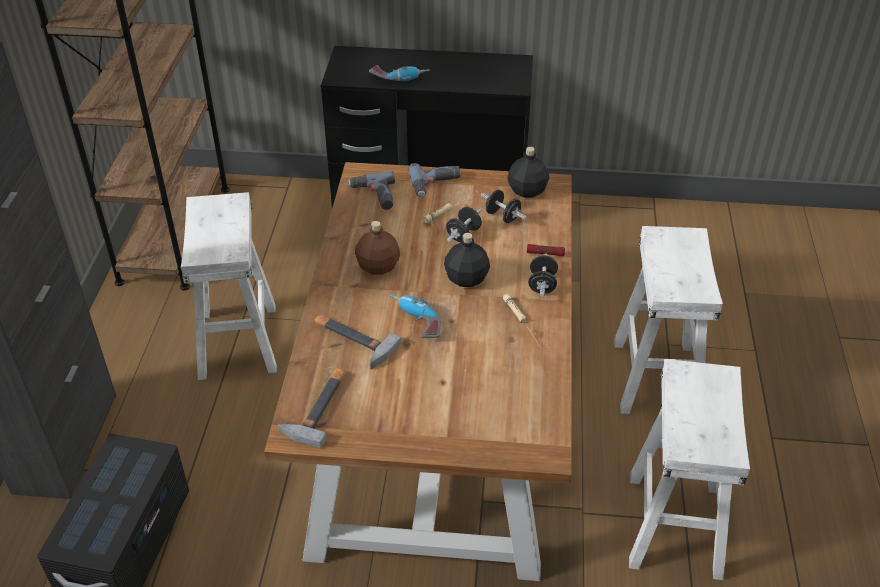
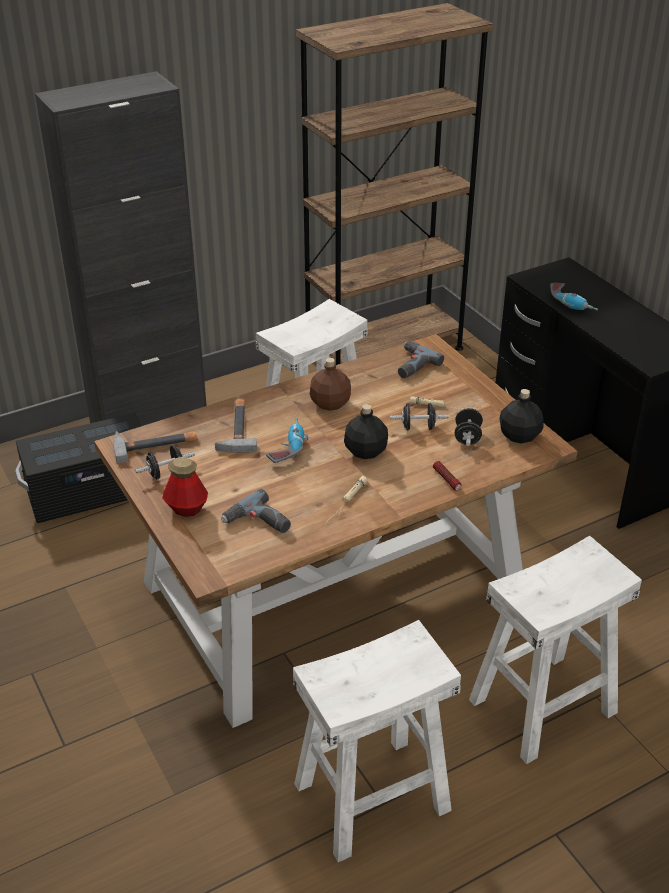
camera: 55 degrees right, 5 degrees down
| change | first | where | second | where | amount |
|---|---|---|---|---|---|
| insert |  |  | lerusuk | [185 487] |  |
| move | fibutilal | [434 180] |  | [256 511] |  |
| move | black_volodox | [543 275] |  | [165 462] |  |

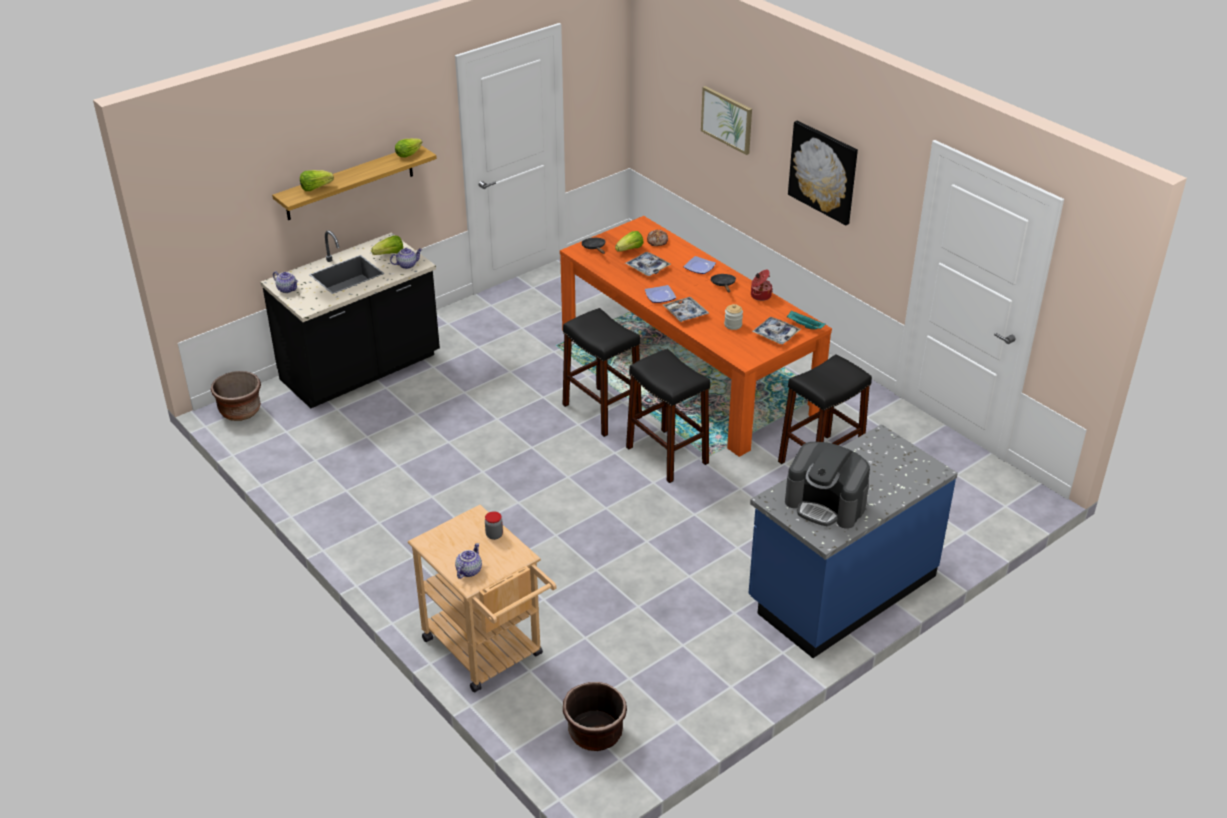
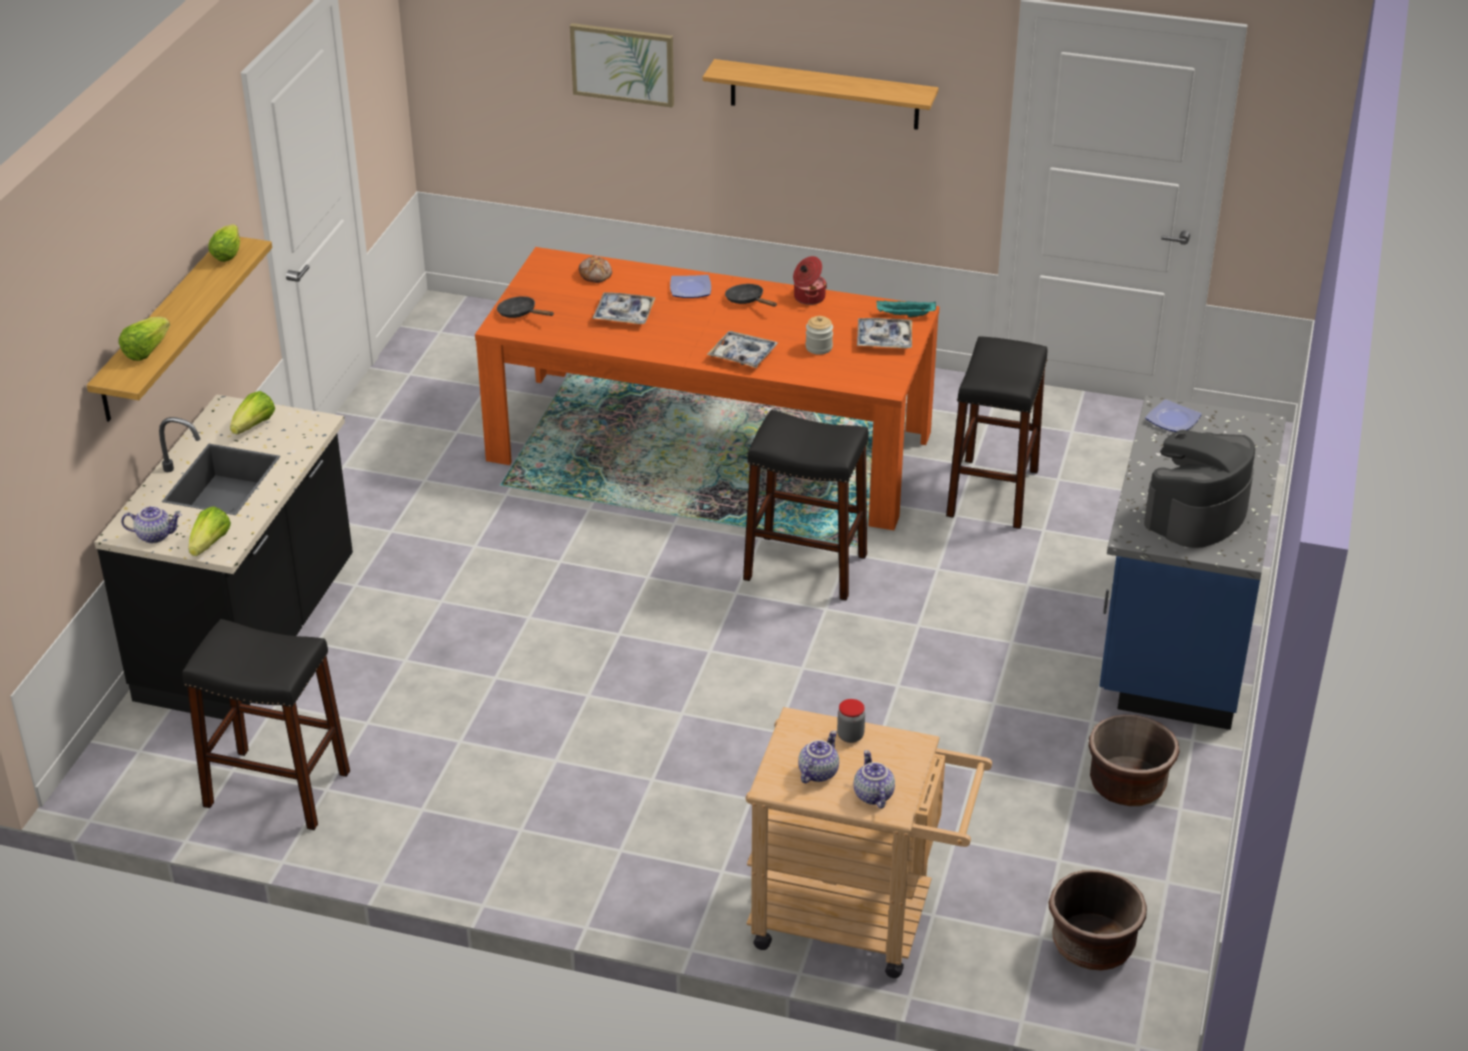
camera: 35 degrees left, 0 degrees up
| change | first | where | second | where | amount |
|---|---|---|---|---|---|
| move | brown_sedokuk | [236 396] |  | [1134 760] |  |
| move | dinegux | [406 258] |  | [818 757] |  |
| move | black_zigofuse | [602 372] |  | [266 724] |  |
| move | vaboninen | [629 241] |  | [209 531] |  |
| move | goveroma | [660 294] |  | [1173 415] |  |
| replace | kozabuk | [823 173] | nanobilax | [820 94] |  |
| rotate | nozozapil | [827 485] |  | [1199 489] | 135 degrees clockwise |

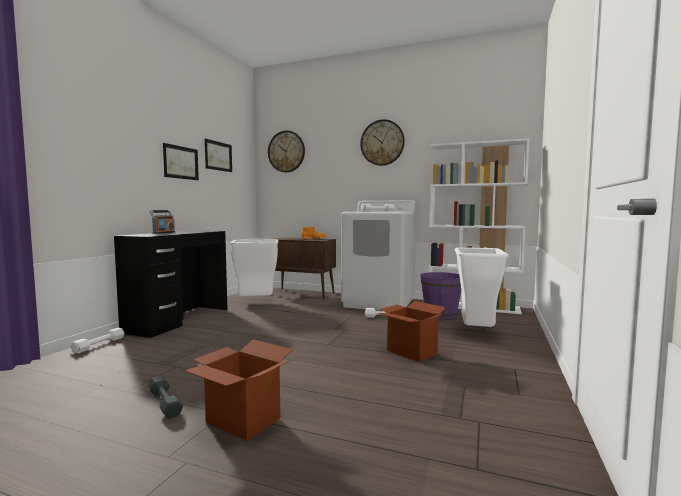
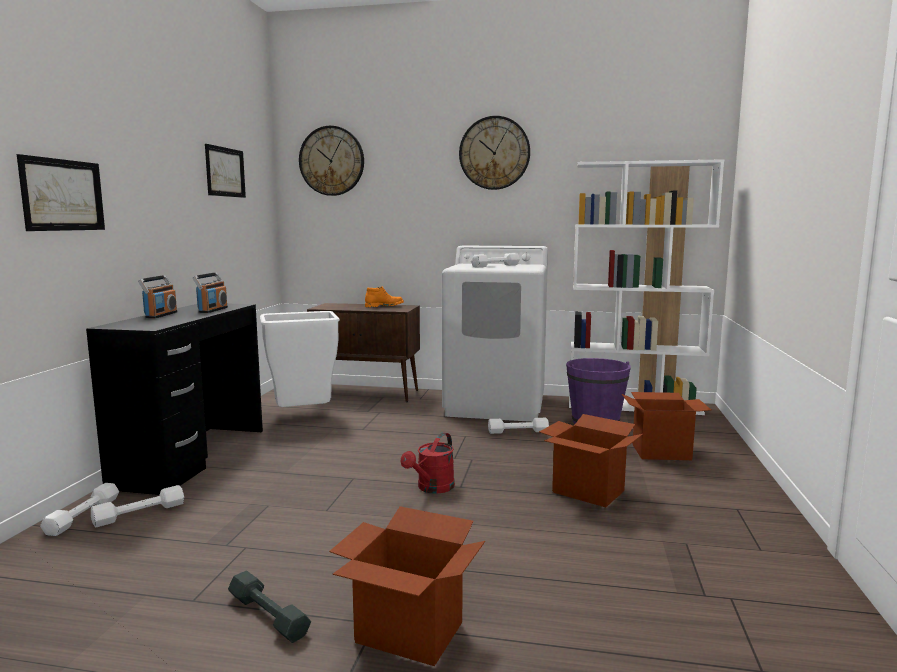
camera: 10 degrees left, 5 degrees up
| change | first | where | second | where | amount |
|---|---|---|---|---|---|
| insert |  |  | white_volodox | [137 506] |  |
| insert |  |  | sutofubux | [210 292] |  |
| insert |  |  | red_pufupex | [428 463] |  |
| move | kozabuk | [181 161] |  | [61 192] |  |
| replace | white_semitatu | [482 287] | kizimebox | [666 426] |  |

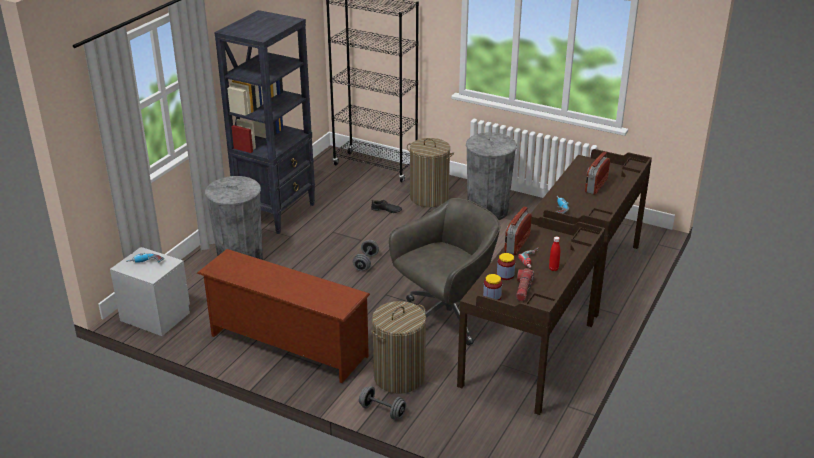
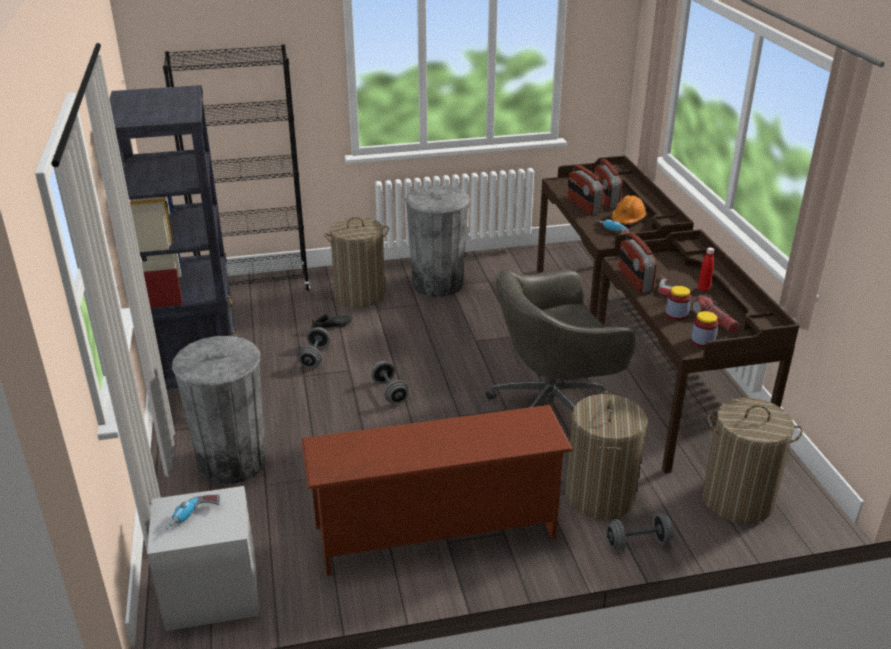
camera: 40 degrees left, 0 degrees up
| change | first | where | second | where | amount |
|---|---|---|---|---|---|
| insert |  |  | grey_volodox | [314 347] |  |
| insert |  |  | sutofubux | [585 190] |  |
| insert |  |  | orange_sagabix | [629 209] |  |
| insert |  |  | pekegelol | [752 461] |  |
| rotate | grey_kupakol | [444 271] |  | [560 340] | 120 degrees counterclockwise |

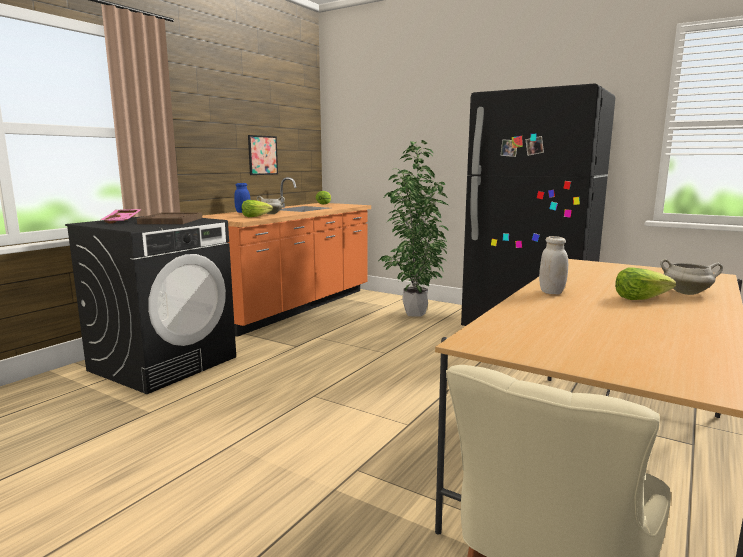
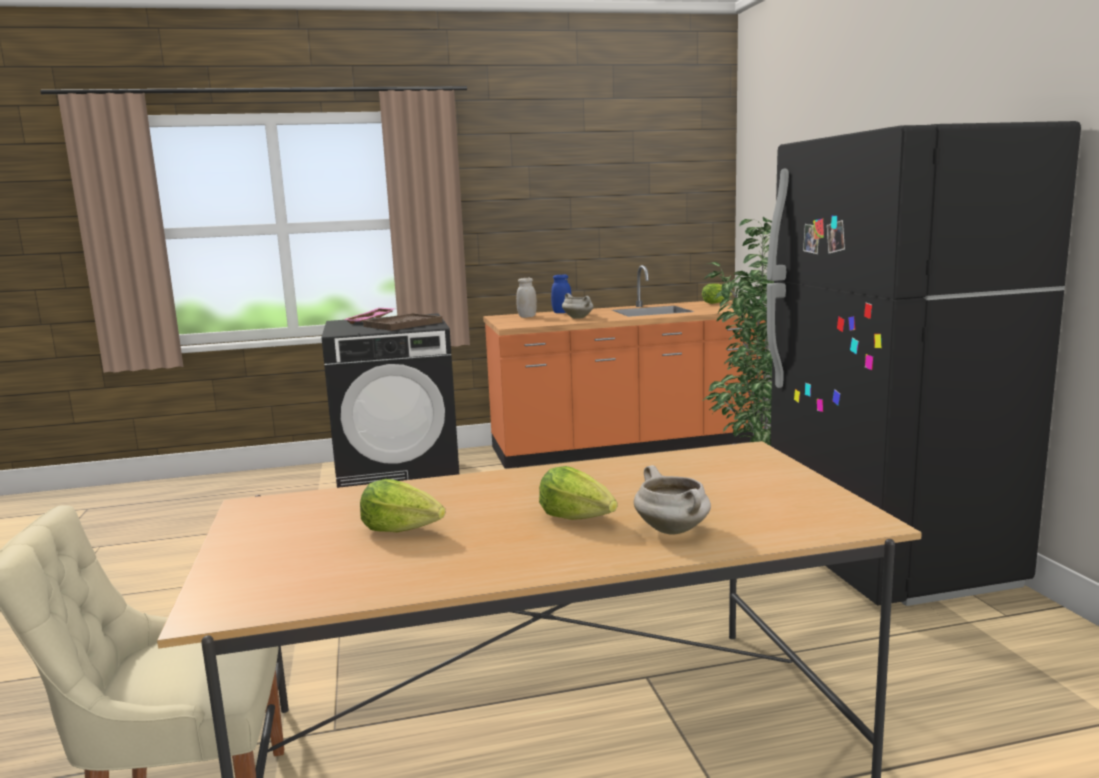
camera: 45 degrees right, 0 degrees up
| change | first | where | second | where | amount |
|---|---|---|---|---|---|
| delete | kozabuk | [263 155] |  |  |  |
| move | vaboninen | [257 208] |  | [402 505] |  |
| move | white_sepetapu | [553 265] |  | [526 298] |  |

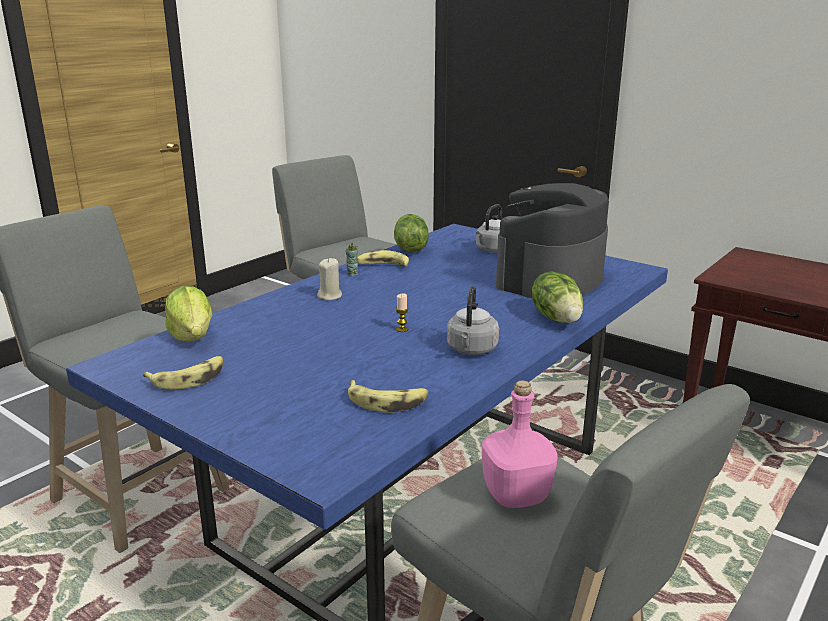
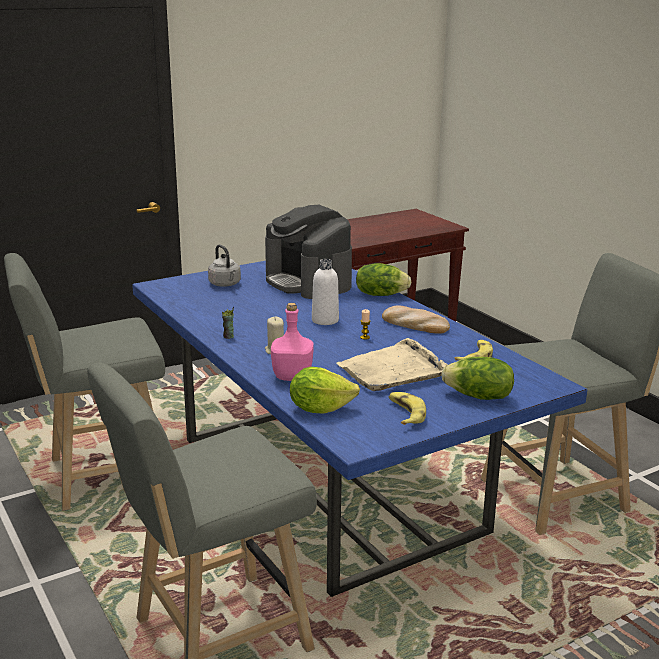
camera: 70 degrees left, 0 degrees up
| change | first | where | second | where | amount |
|---|---|---|---|---|---|
| delete | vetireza | [383 258] |  |  |  |
| insert |  |  | white_lerusuk | [325 292] |  |
| insert |  |  | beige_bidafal | [392 364] |  |
| move | vaboninen | [411 233] |  | [477 378] |  |
| move | pink_lerusuk | [519 444] |  | [292 342] |  |
| replace | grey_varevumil | [473 320] | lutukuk | [416 320] |  |

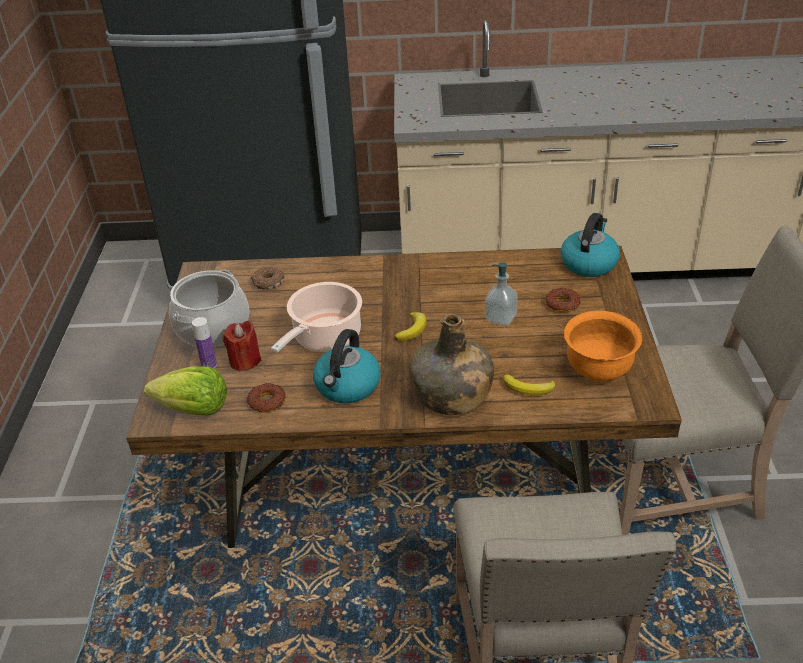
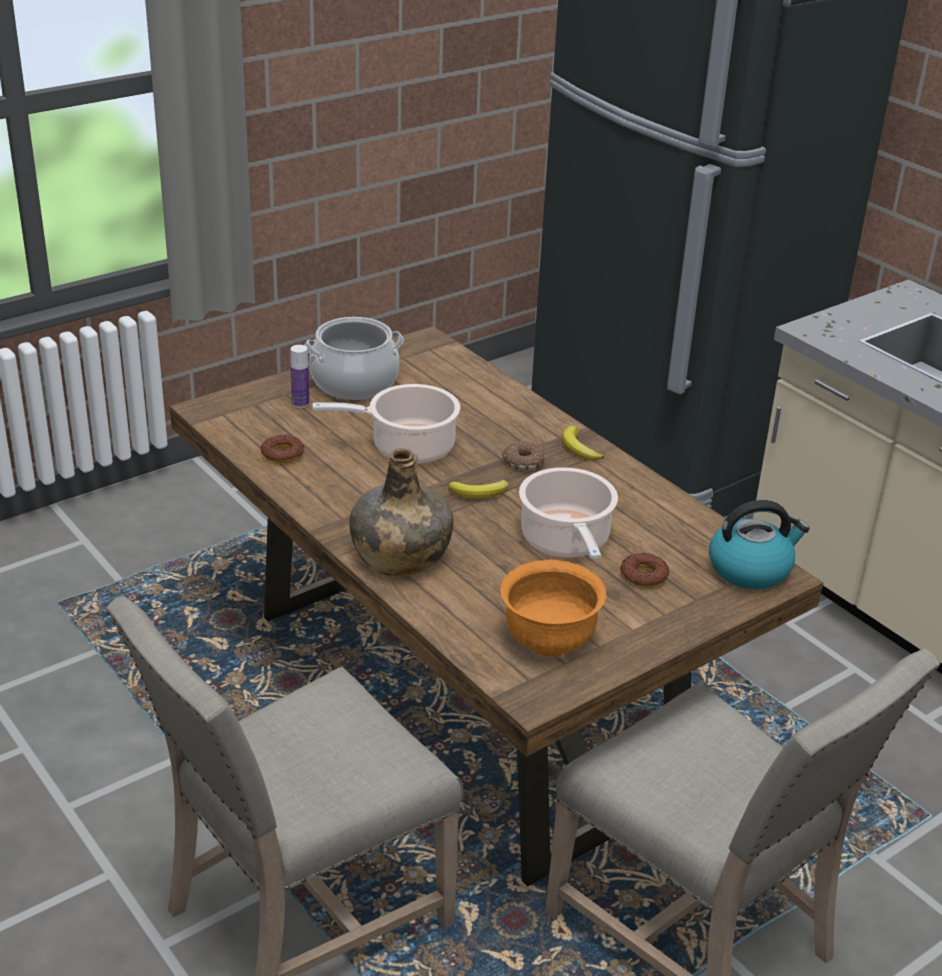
camera: 50 degrees right, 5 degrees down
| change | first | where | second | where | amount |
|---|---|---|---|---|---|
| delete | vaboninen | [185 391] |  |  |  |
| delete | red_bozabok | [242 346] |  |  |  |
| delete | varevumil | [347 366] |  |  |  |
| move | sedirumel | [267 278] |  | [523 456] |  |
| move | vetireza | [529 385] |  | [583 443] |  |
| replace | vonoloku | [501 294] | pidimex | [568 513] |  |

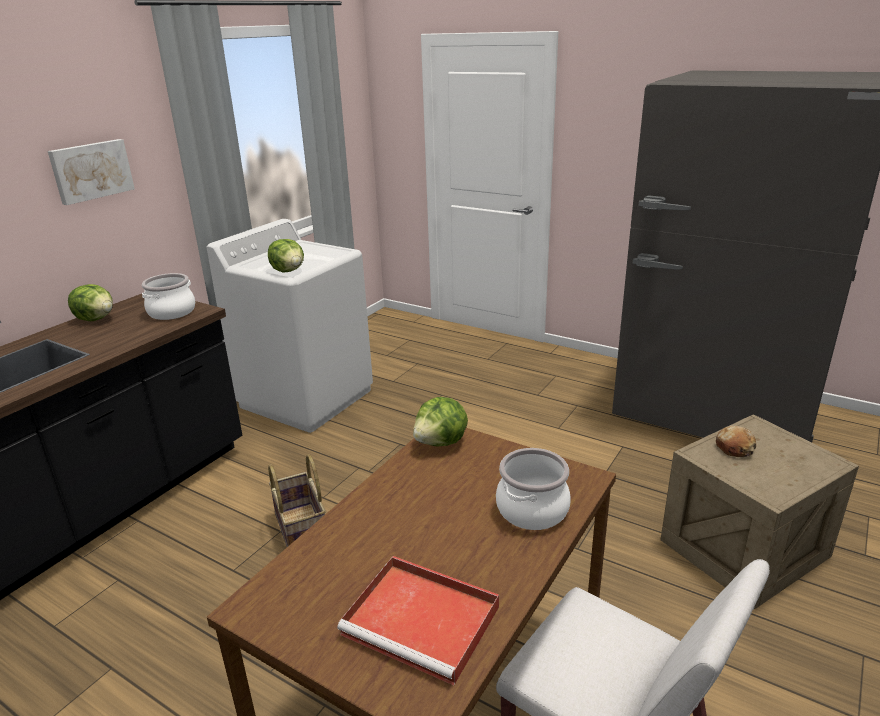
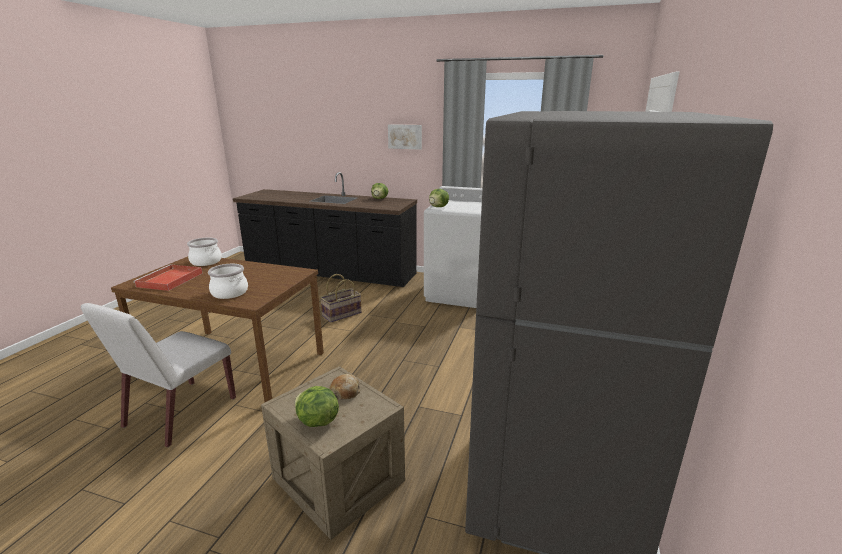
camera: 75 degrees right, 5 degrees down
| change | first | where | second | where | amount |
|---|---|---|---|---|---|
| move | pidimex | [168 296] |  | [204 251] |  |
| move | vaboninen | [440 422] |  | [317 406] |  |

